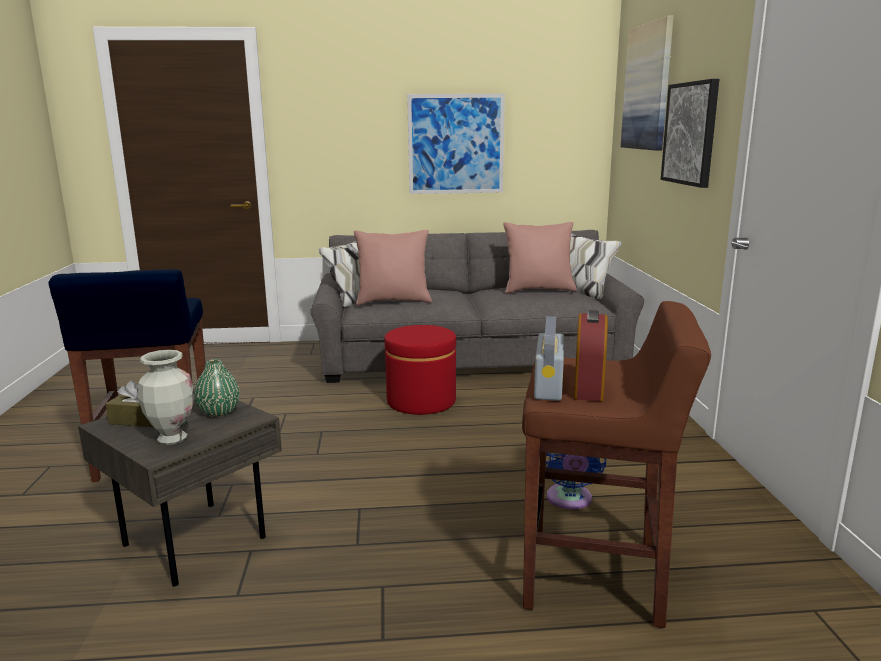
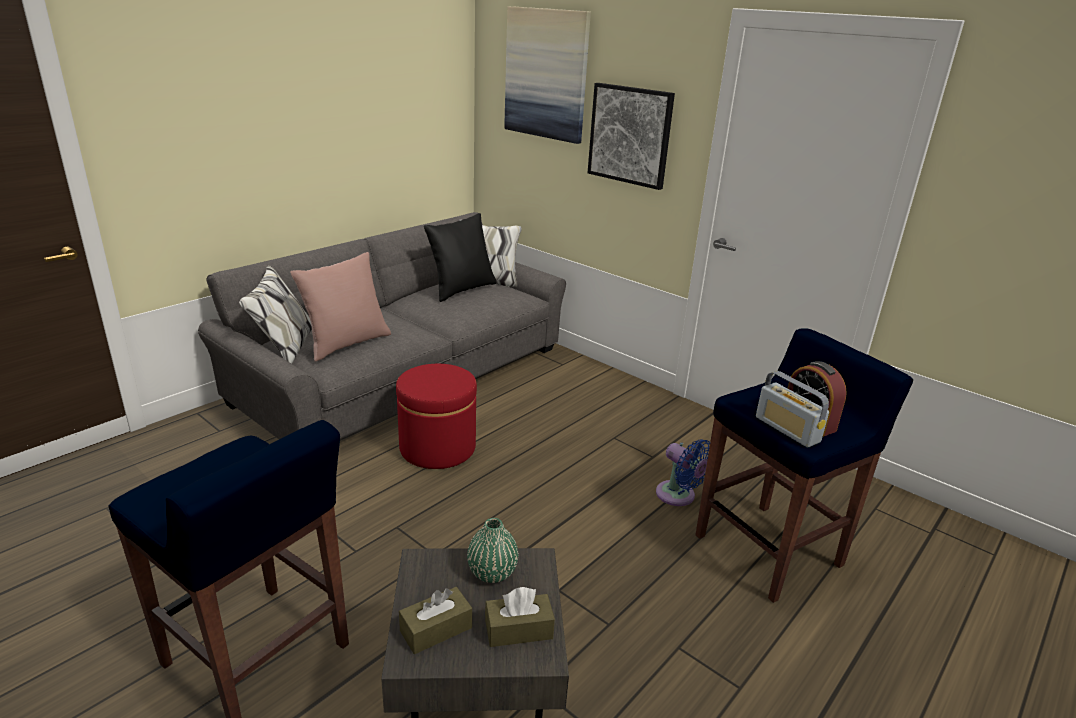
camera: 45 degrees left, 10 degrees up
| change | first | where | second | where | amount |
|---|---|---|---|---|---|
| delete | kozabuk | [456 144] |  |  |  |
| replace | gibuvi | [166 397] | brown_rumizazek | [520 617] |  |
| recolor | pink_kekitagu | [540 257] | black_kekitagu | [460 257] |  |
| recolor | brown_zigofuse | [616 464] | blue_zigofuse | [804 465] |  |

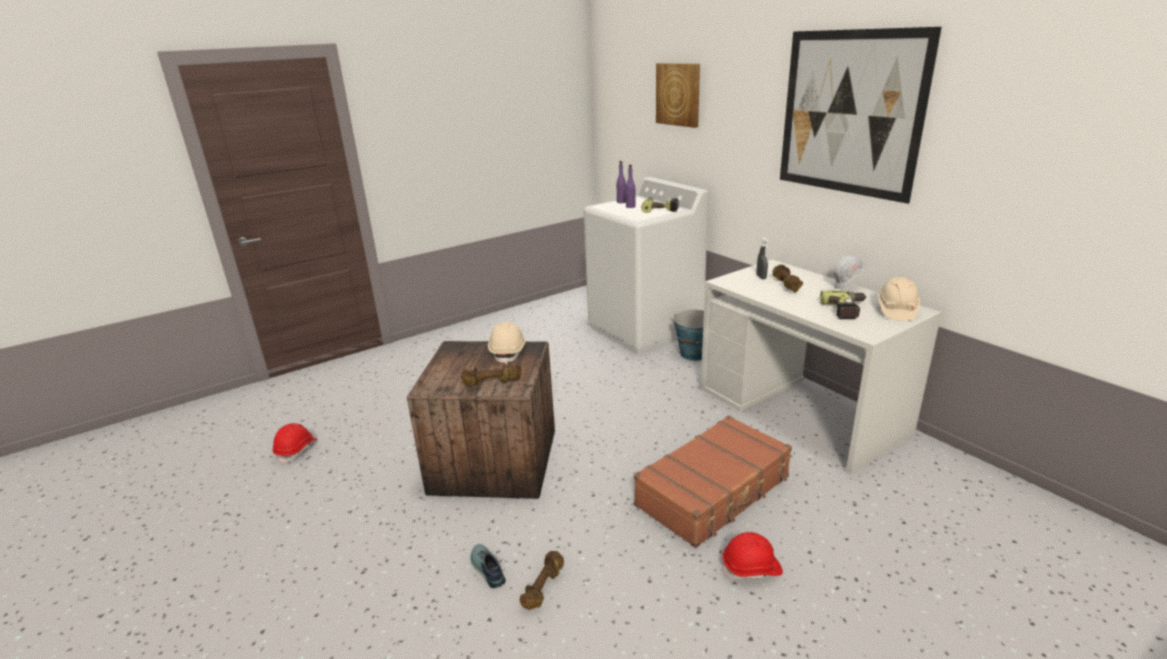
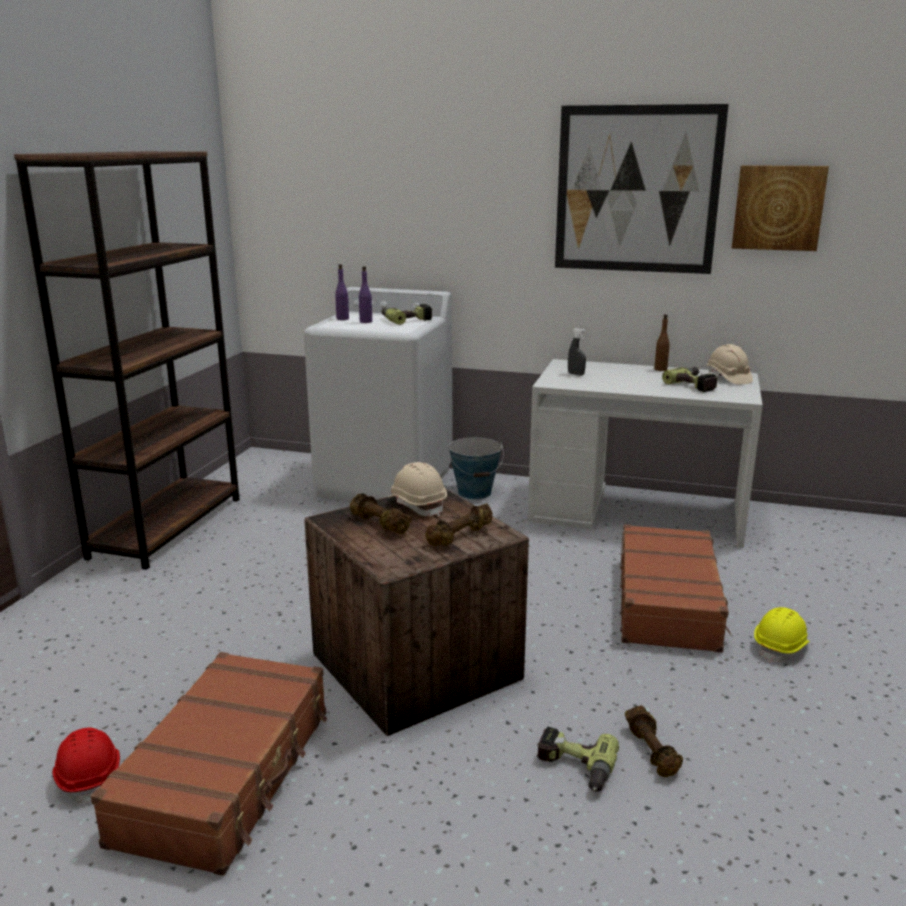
camera: 40 degrees left, 5 degrees down
| change | first | where | second | where | amount |
|---|---|---|---|---|---|
| insert |  |  | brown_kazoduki | [127 360] |  |
| insert |  |  | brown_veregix | [209 764] |  |
| move | kozabuk | [678 95] |  | [780 208] |  |
| move | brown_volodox | [788 278] |  | [381 513] |  |
| replace | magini | [488 566] | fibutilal | [578 759] |  |
| replace | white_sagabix | [850 272] | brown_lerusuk | [662 342] |  |
| recolor | red_sagabix | [752 555] | yellow_sagabix | [782 635] |  |

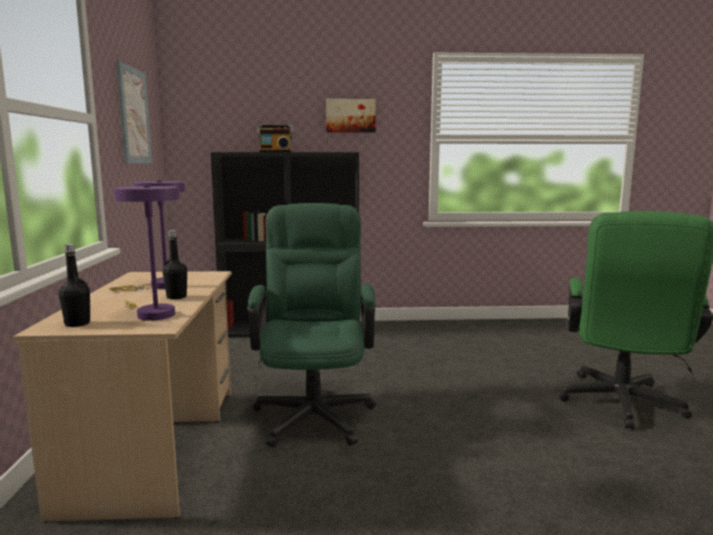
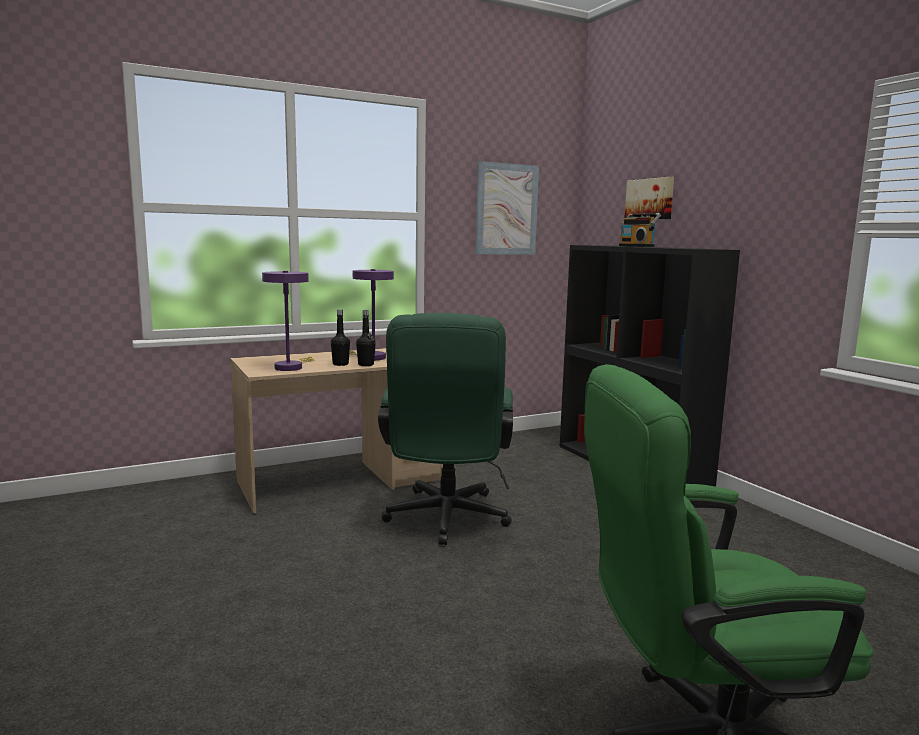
camera: 65 degrees right, 0 degrees up
| change | first | where | second | where | amount |
|---|---|---|---|---|---|
| move | black_lerusuk | [74 285] |  | [366 338] |  |
| move | kozabuk | [351 116] |  | [649 198] |  |
| rotate | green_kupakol | [312 325] |  | [445 429] | 120 degrees clockwise |

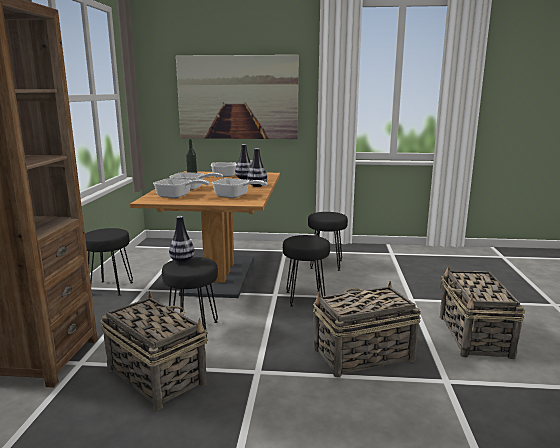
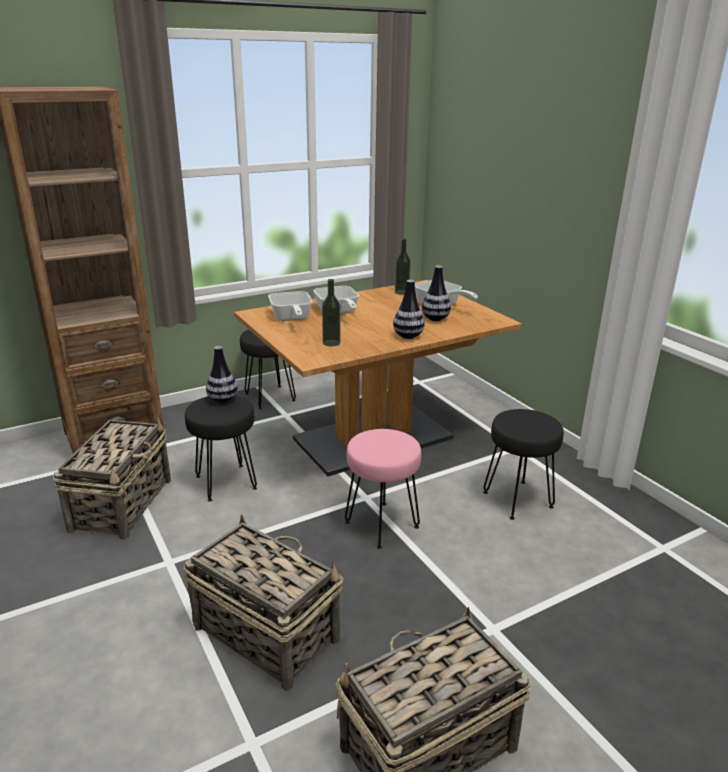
camera: 55 degrees right, 10 degrees up
| change | first | where | second | where | amount |
|---|---|---|---|---|---|
| delete | kozabuk | [237 97] |  |  |  |
| replace | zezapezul | [240 188] | lerusuk | [331 312] |  |
| recolor | black_zigofuse | [306 271] | pink_zigofuse | [383 489] |  |

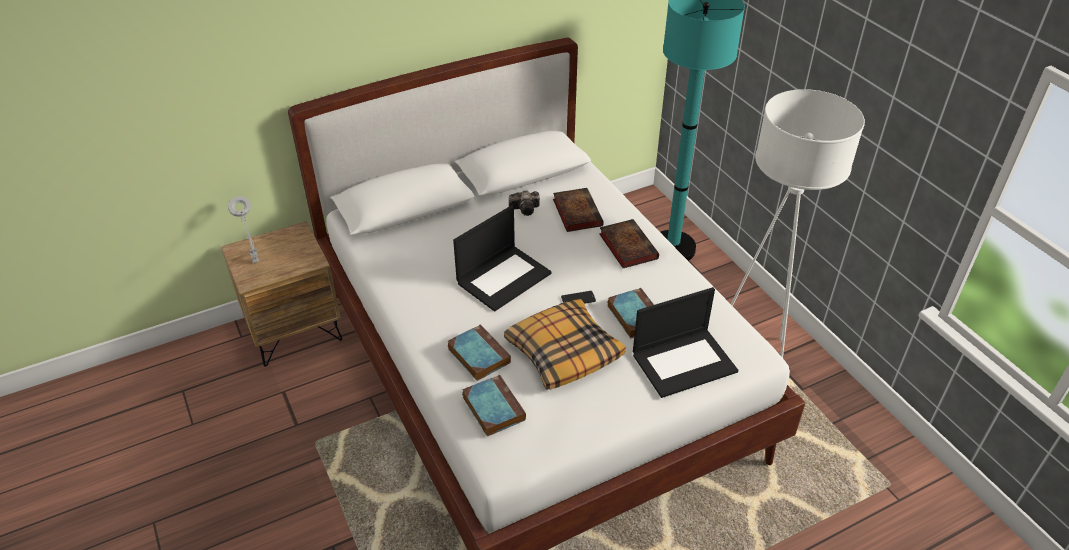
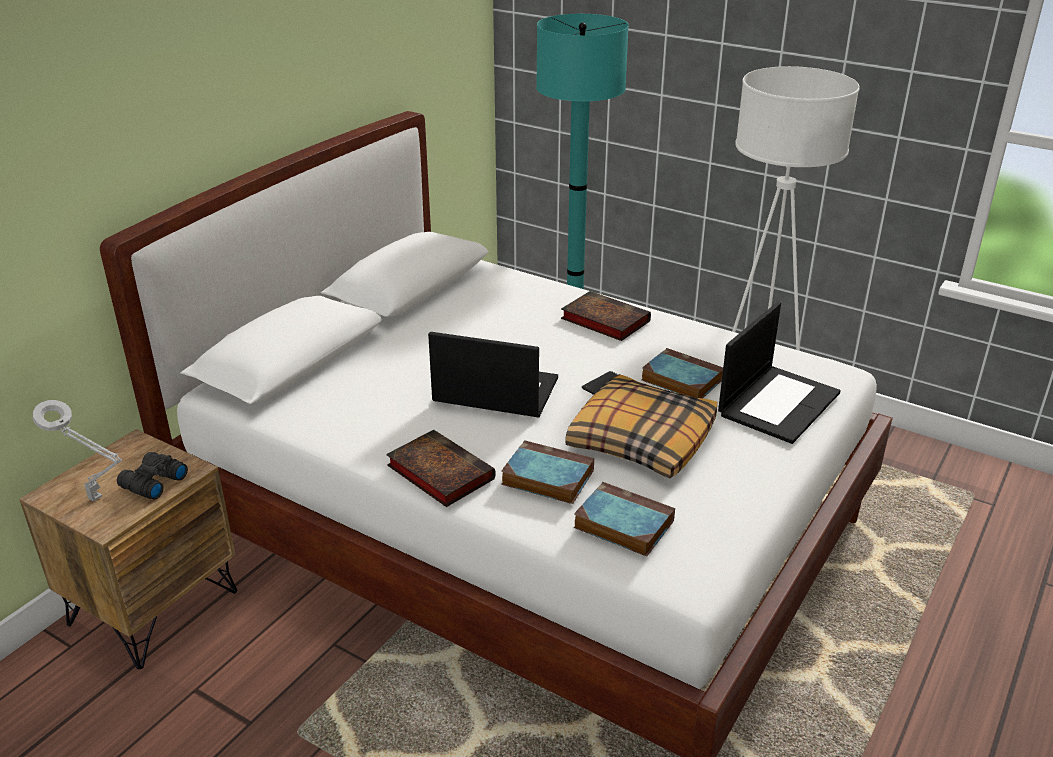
camera: 30 degrees left, 10 degrees down
| change | first | where | second | where | amount |
|---|---|---|---|---|---|
| delete | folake | [524 203] |  |  |  |
| insert |  |  | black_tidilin | [152 475] |  |
| move | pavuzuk | [578 210] |  | [441 468] |  |
| rotate | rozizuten | [502 258] |  | [493 375] | 90 degrees counterclockwise |

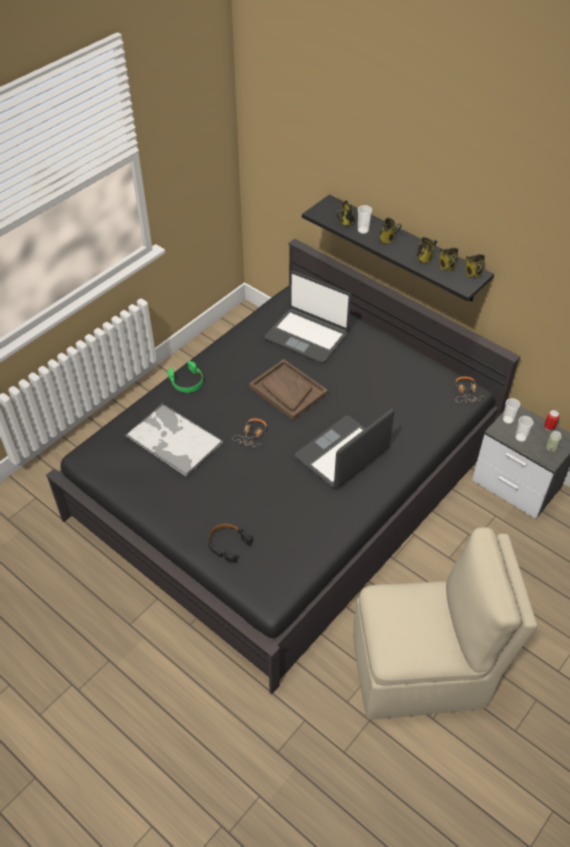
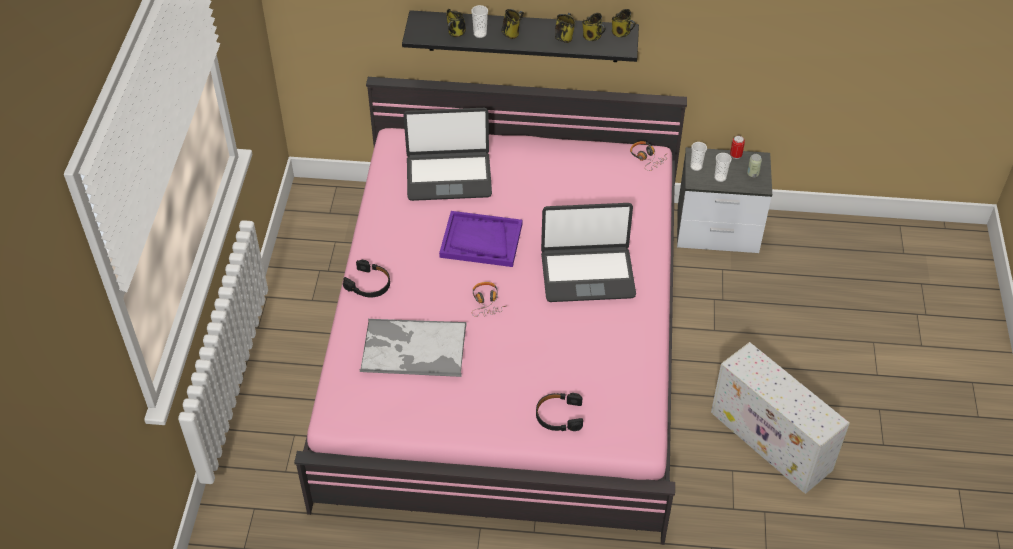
camera: 35 degrees left, 0 degrees up
| change | first | where | second | where | amount |
|---|---|---|---|---|---|
| replace | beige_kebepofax | [445 623] | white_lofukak | [780 418] |  |
| recolor | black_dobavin | [283 466] | pink_dobavin | [490 311] |  |
| recolor | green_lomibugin | [185 377] | black_lomibugin | [366 278] |  |
| recolor | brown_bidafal | [288 389] | purple_bidafal | [480 239] |  |
| rotate | rozizuten | [344 448] |  | [588 252] | 105 degrees counterclockwise |

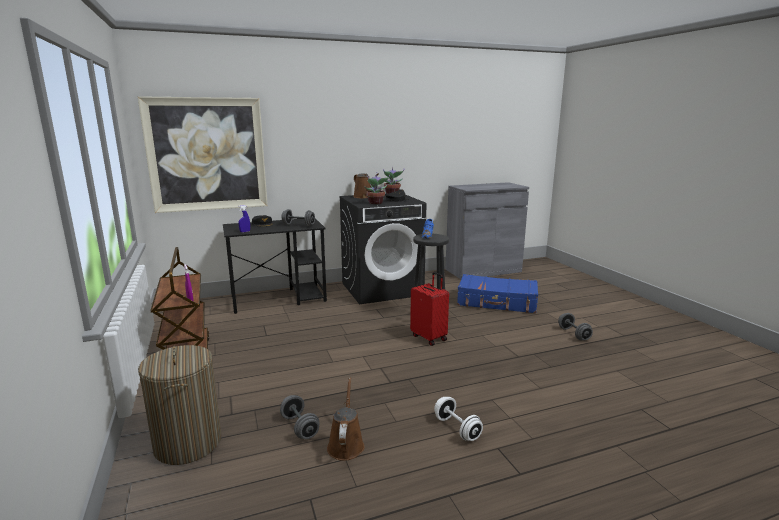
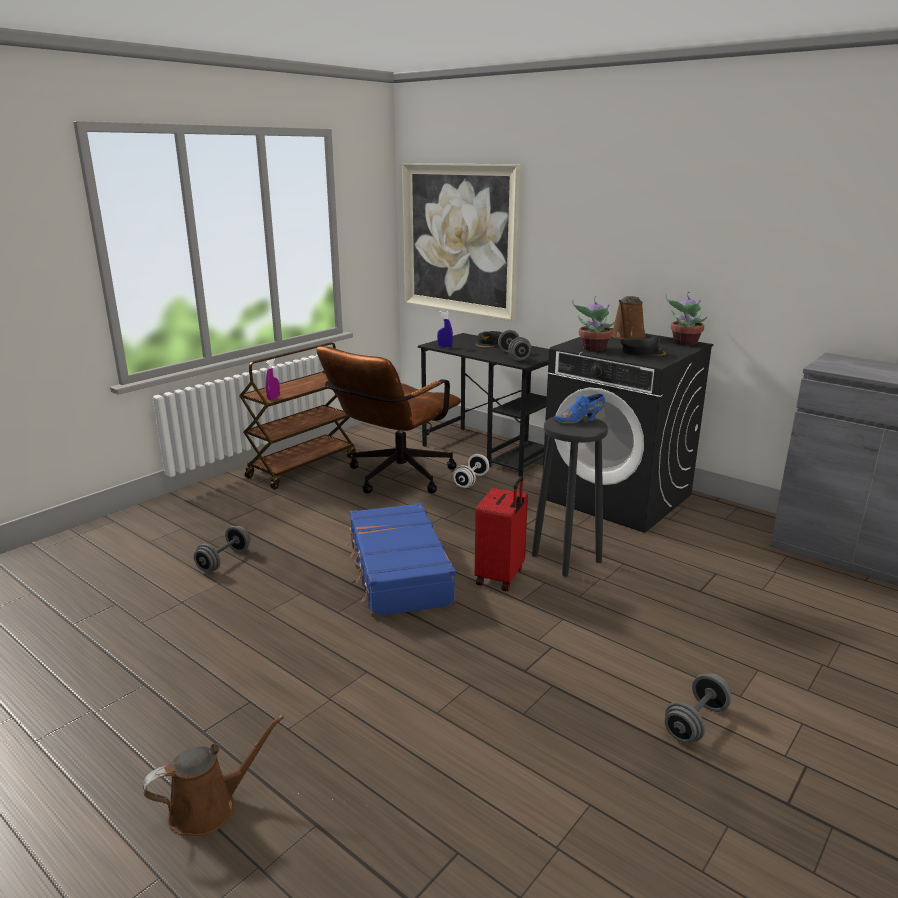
camera: 60 degrees right, 5 degrees up
| change | first | where | second | where | amount |
|---|---|---|---|---|---|
| delete | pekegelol | [179 405] |  |  |  |
| insert |  |  | brown_kupakol | [388 420] |  |
| move | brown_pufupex | [346 419] |  | [213 775] |  |
| move | white_volodox | [458 419] |  | [471 471] |  |
| move | blue_veregix | [497 293] |  | [401 560] |  |

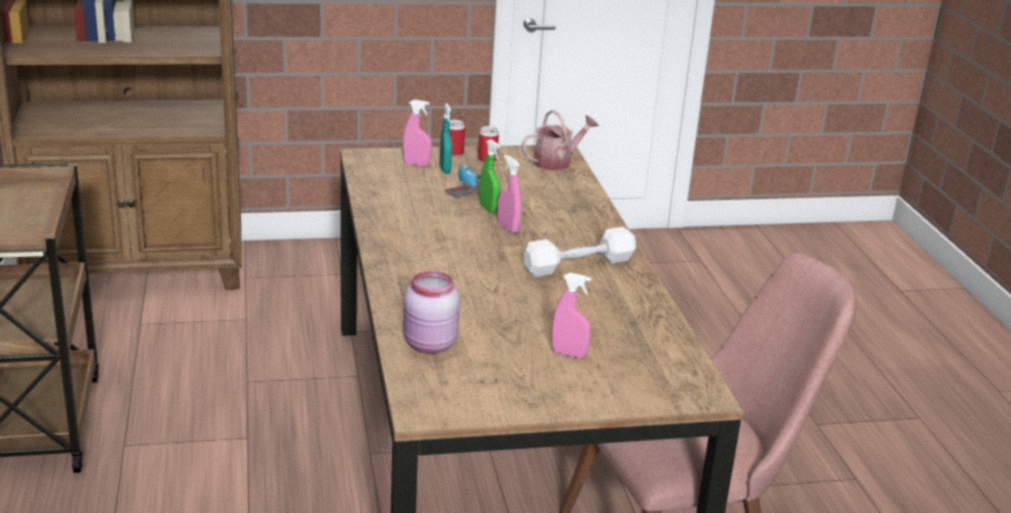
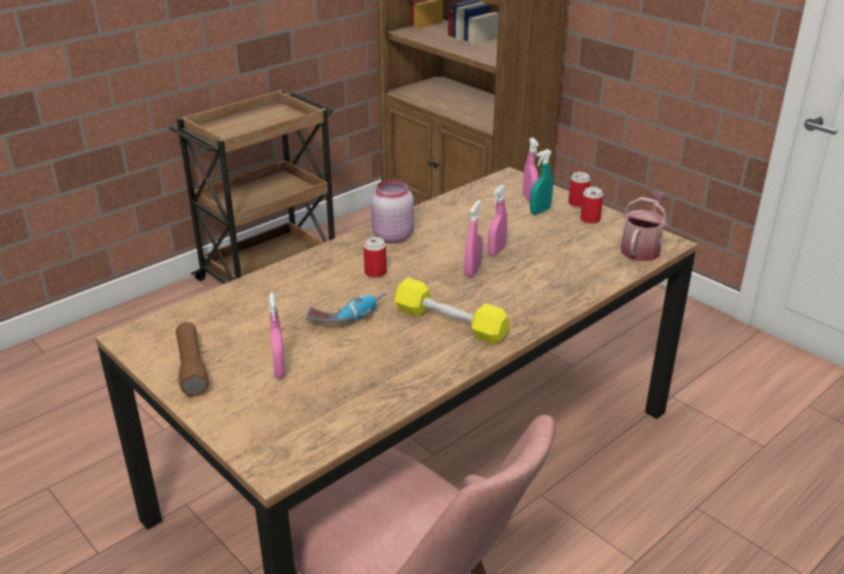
camera: 60 degrees right, 5 degrees up
| change | first | where | second | where | amount |
|---|---|---|---|---|---|
| insert |  |  | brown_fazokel | [192 359] |  |
| insert |  |  | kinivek | [375 257] |  |
| move | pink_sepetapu | [431 312] |  | [392 211] |  |
| move | fibutilal | [462 179] |  | [346 307] |  |
| recolor | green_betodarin | [490 176] | pink_betodarin | [497 220] |  |
| recolor | white_volodox | [579 252] | yellow_volodox | [452 311] |  |
| rotate | pufupex | [560 140] |  | [644 226] | 90 degrees counterclockwise |

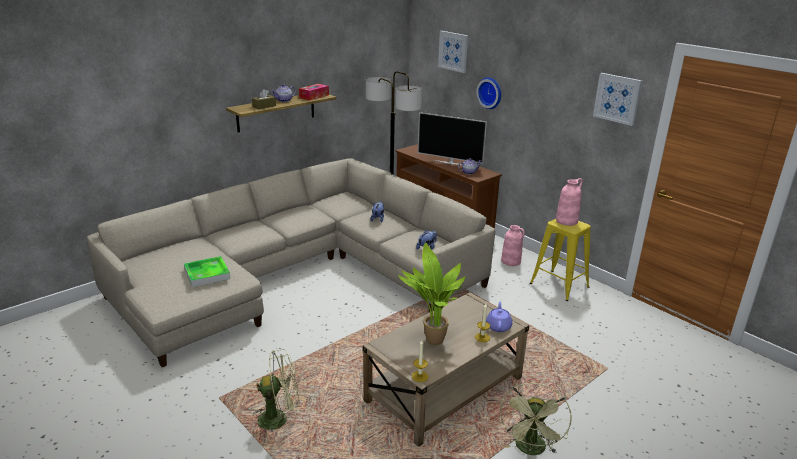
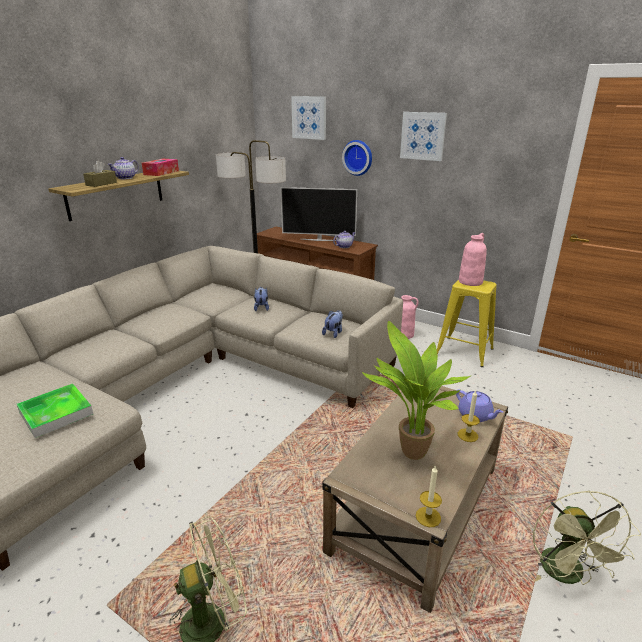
camera: 15 degrees left, 0 degrees up
| change | first | where | second | where | amount |
|---|---|---|---|---|---|
| move | kozabuk | [617 99] |  | [423 136] |  |
| rotate | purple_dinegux | [499 317] |  | [479 406] | 150 degrees clockwise |

